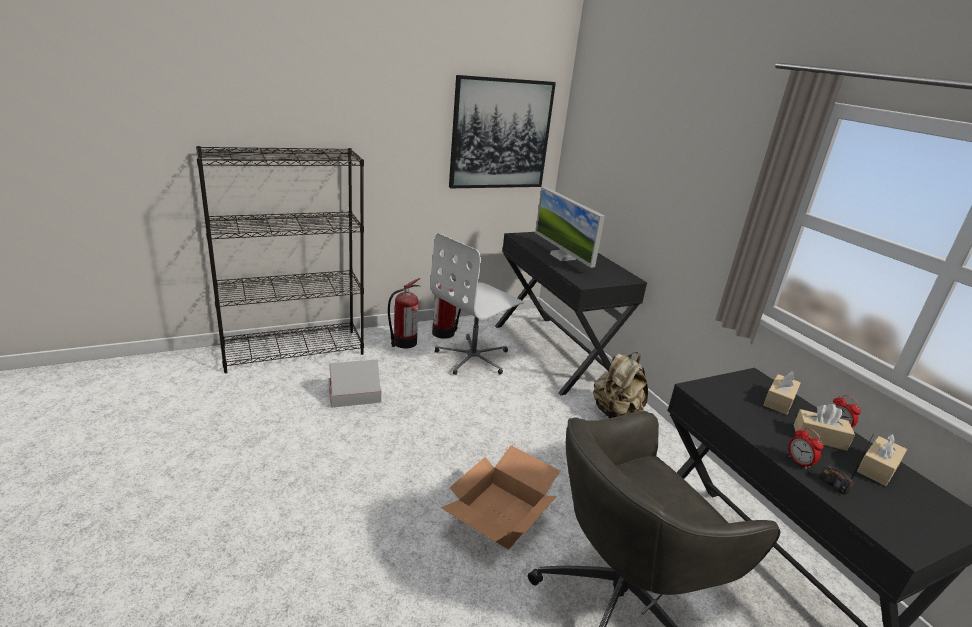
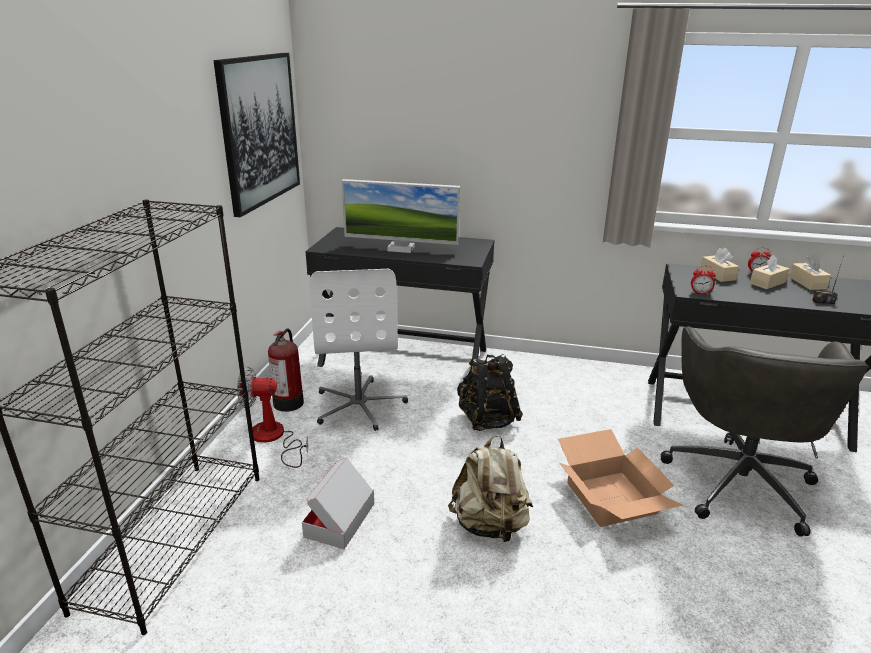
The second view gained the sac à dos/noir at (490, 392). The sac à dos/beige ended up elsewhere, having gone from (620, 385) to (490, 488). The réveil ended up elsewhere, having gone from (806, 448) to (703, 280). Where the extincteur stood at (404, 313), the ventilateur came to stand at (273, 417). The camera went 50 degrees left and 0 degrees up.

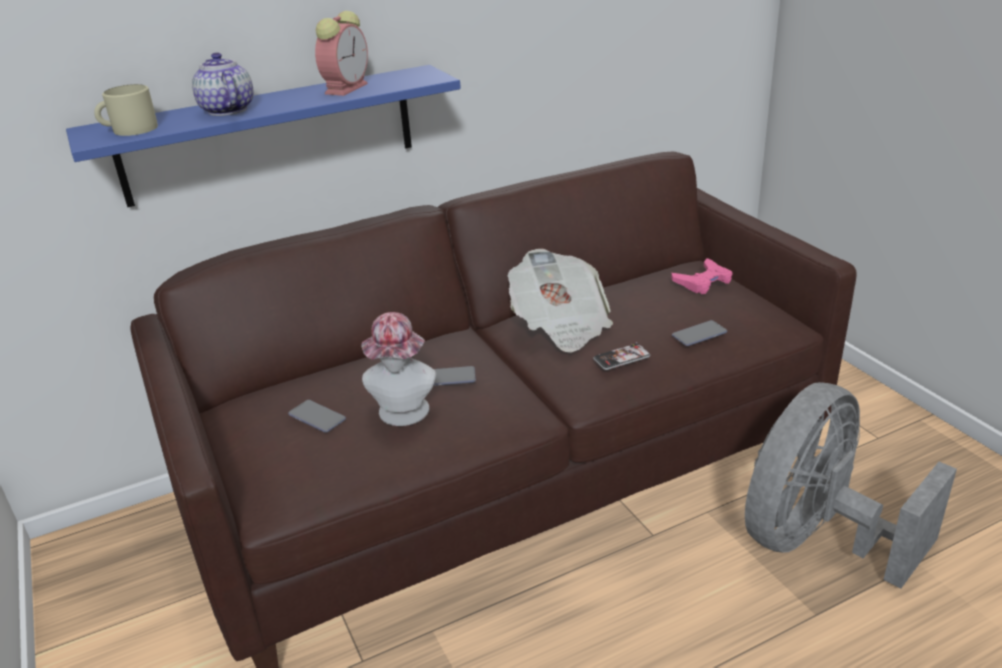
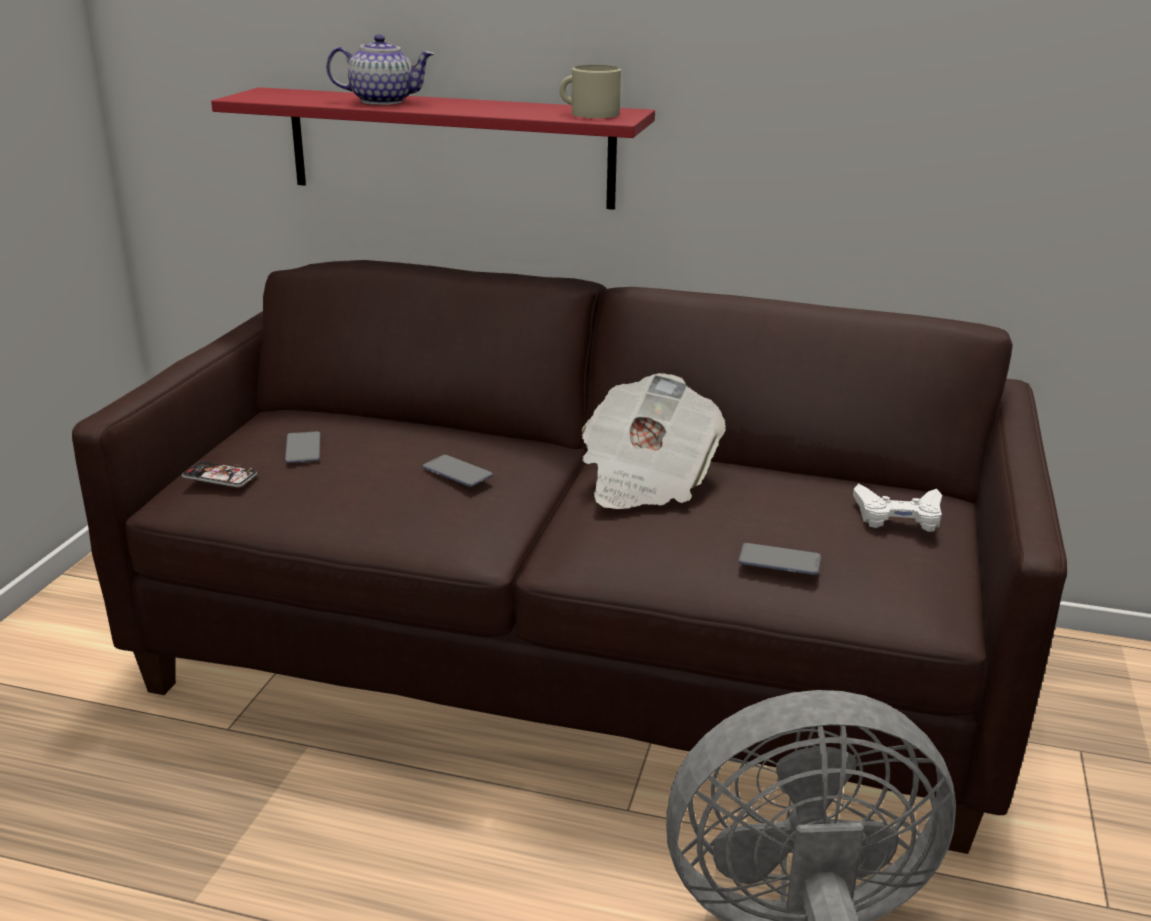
The second view lost the réveil at (341, 53). The second view lost the chapeau at (398, 369). The mug/beige ended up elsewhere, having gone from (126, 110) to (590, 91). The téléphone ended up elsewhere, having gone from (621, 356) to (219, 474). What was the étagère/bleu at (263, 136) turned into the étagère/rouge at (433, 148). What was the manette/rose at (701, 276) turned into the manette/blanc at (897, 507). The théière at (223, 84) ended up facing another way, 75 degrees clockwise from before. The camera went 40 degrees right and 5 degrees down.

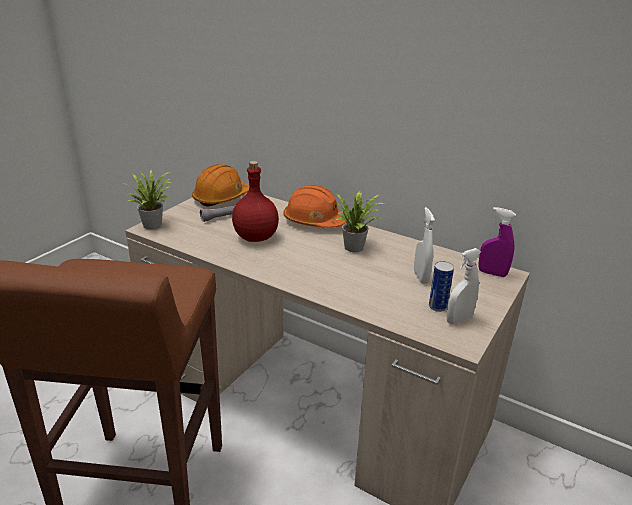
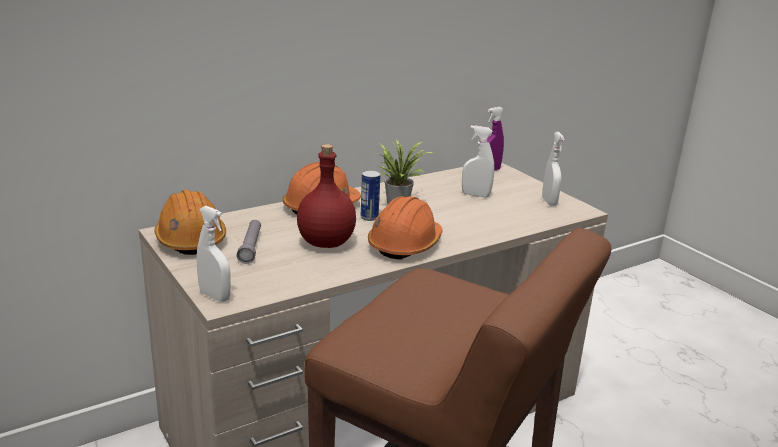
The second view gained the casque de chantier/orange at (405, 227). The boîte métallique ended up elsewhere, having gone from (441, 286) to (370, 195). Where the plante en pot stood at (148, 200), the vaporisateur/blanc came to stand at (214, 254). The camera went 65 degrees left and 5 degrees down.

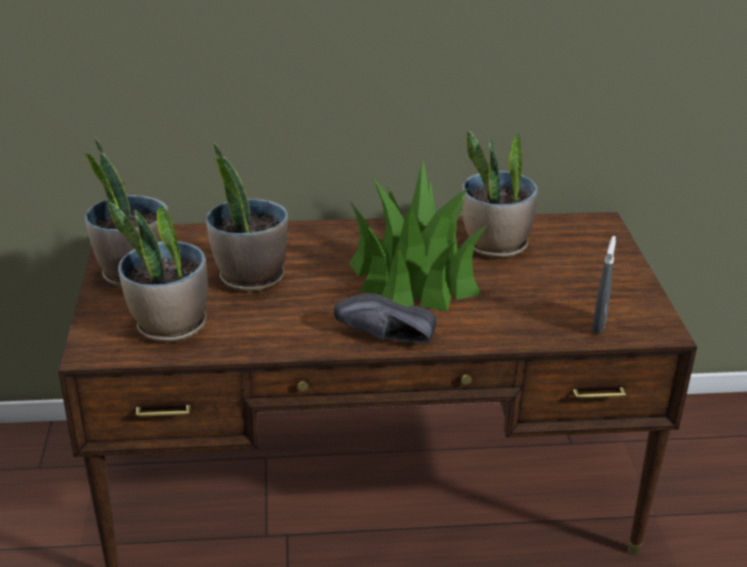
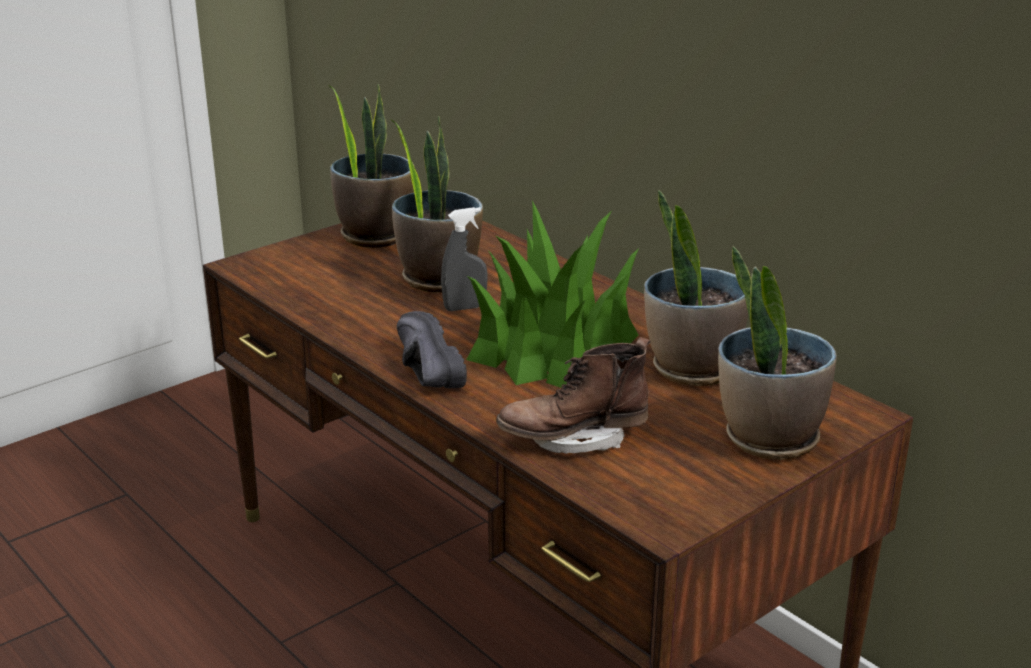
The second view gained the botte/marron at (573, 395). The plante en pot ended up elsewhere, having gone from (158, 272) to (777, 353). The vaporisateur/gris ended up elsewhere, having gone from (604, 285) to (464, 259). The camera went 55 degrees right and 5 degrees down.

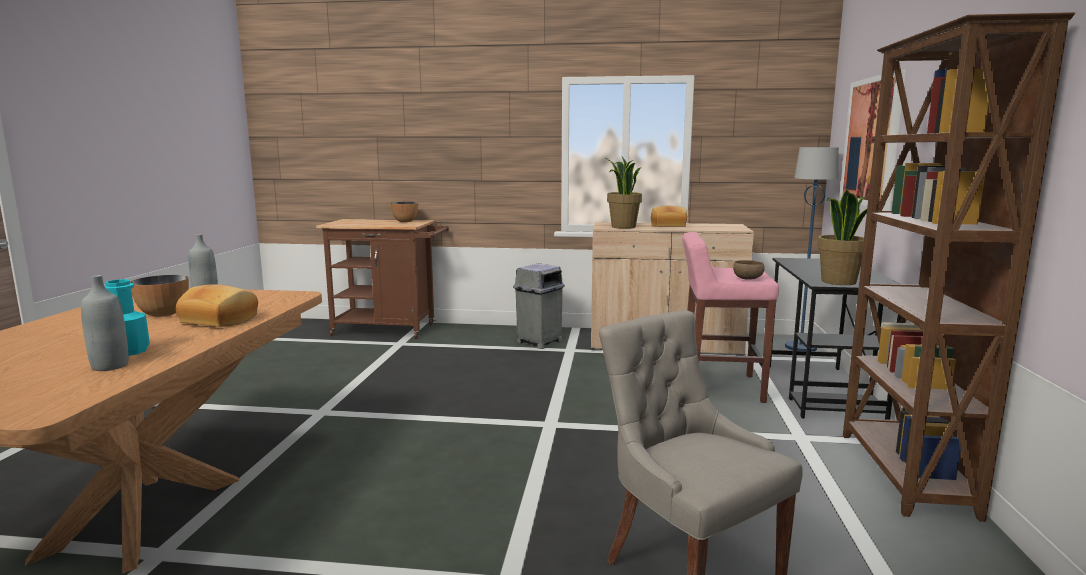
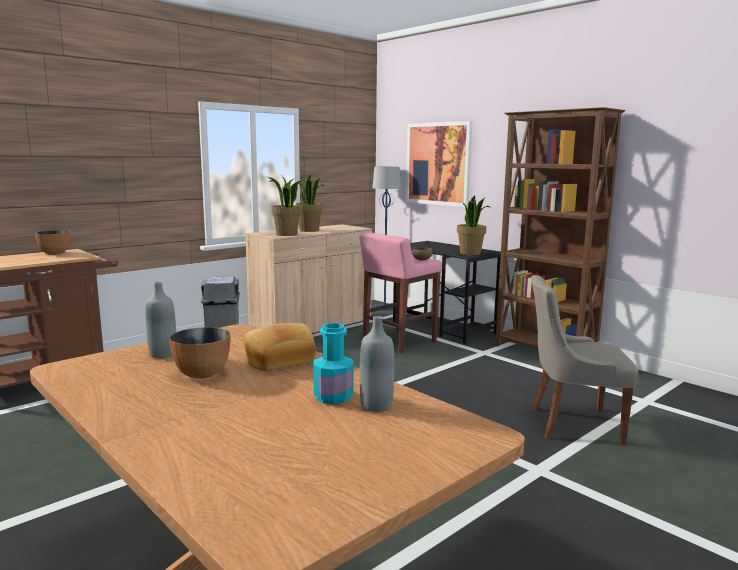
Where the pain stood at (669, 216), the plante en pot came to stand at (310, 203). The camera went 50 degrees left and 0 degrees up.

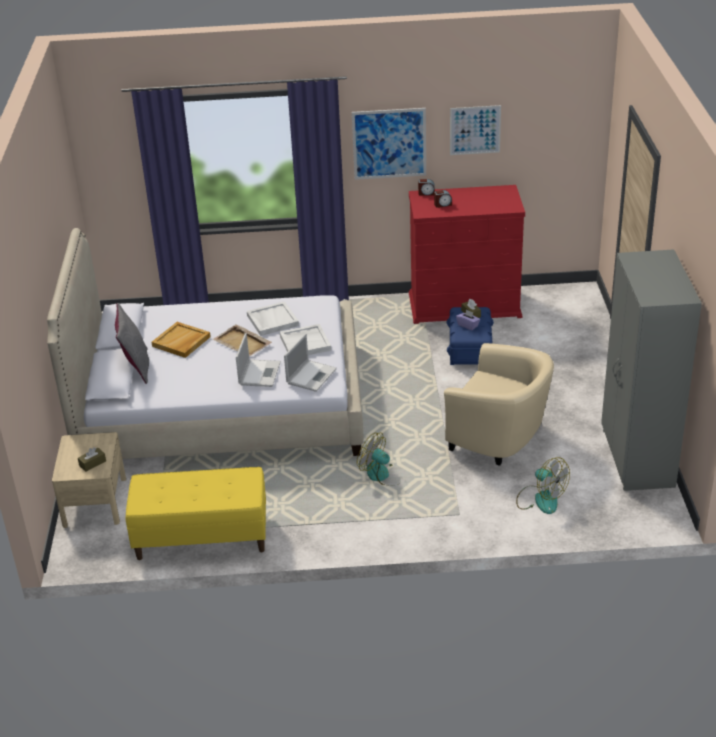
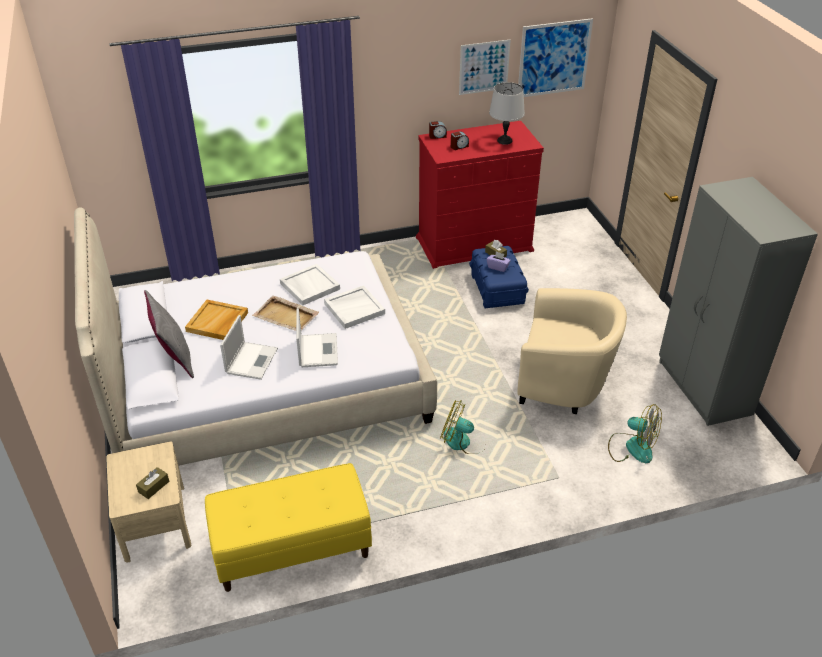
The second view gained the lampe de table/gris at (507, 113). The ordinateur portable ended up elsewhere, having gone from (310, 363) to (249, 347). The tableau ended up elsewhere, having gone from (389, 144) to (555, 57). The camera went 15 degrees left and 5 degrees up.

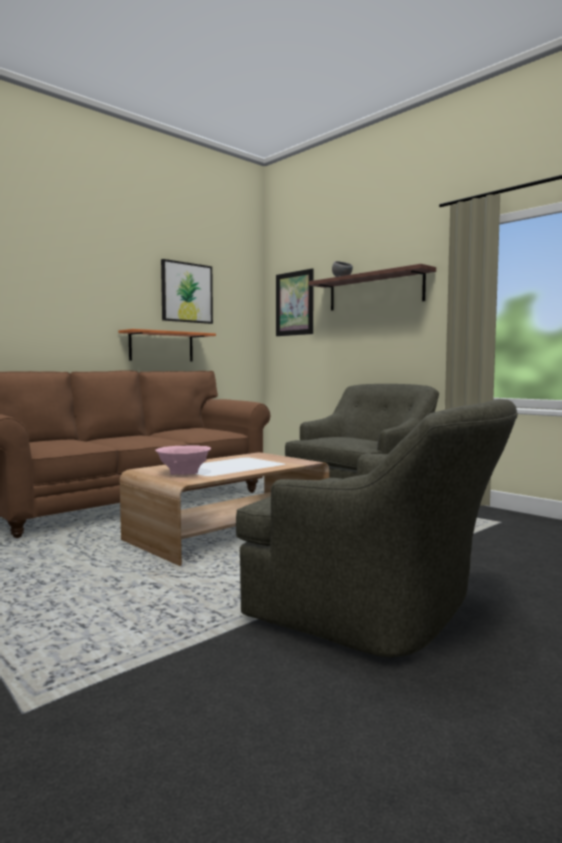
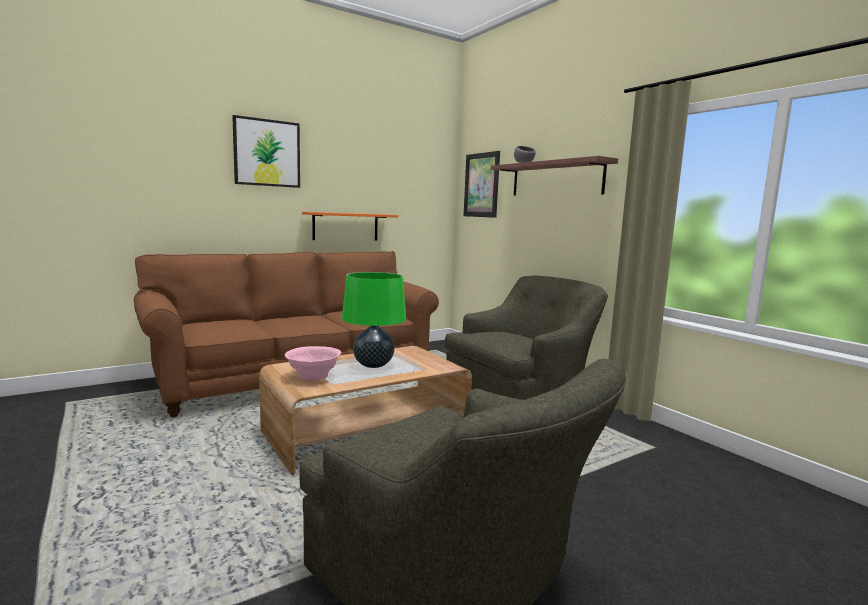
The second view gained the lampe de table/vert at (374, 320). The tableau ended up elsewhere, having gone from (187, 291) to (266, 151). The camera went 10 degrees right and 5 degrees up.

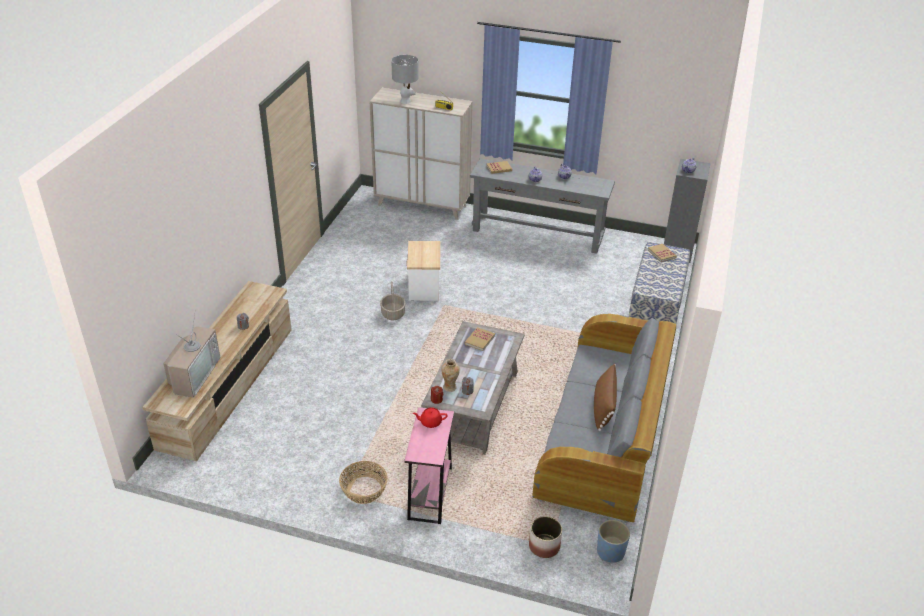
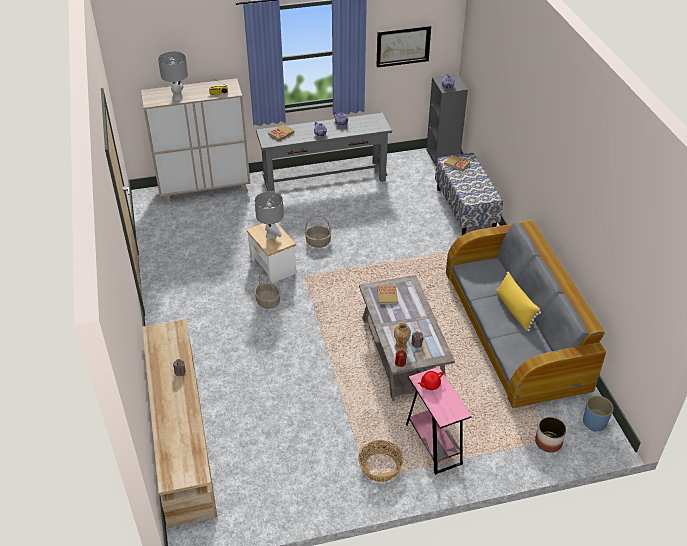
The second view lost the téléviseur at (191, 356). The second view gained the lampe de table/gris at (269, 215). The second view gained the panier at (318, 232). The second view gained the tableau at (403, 46). What was the coussin/marron at (605, 397) turned into the coussin/jaune at (519, 301). The camera went 30 degrees left and 5 degrees up.

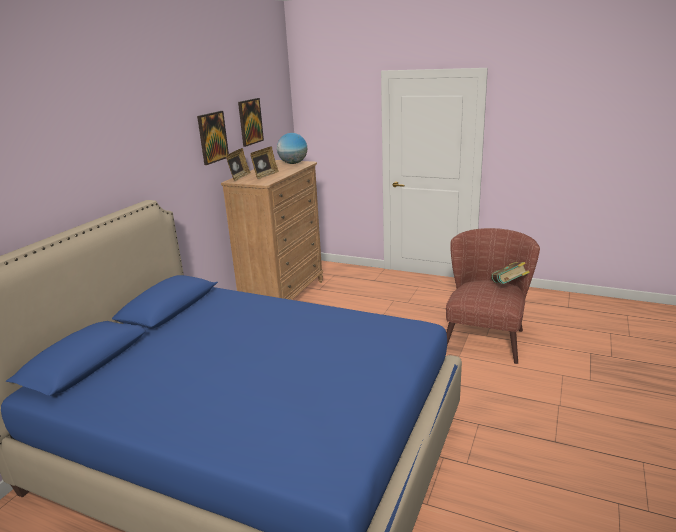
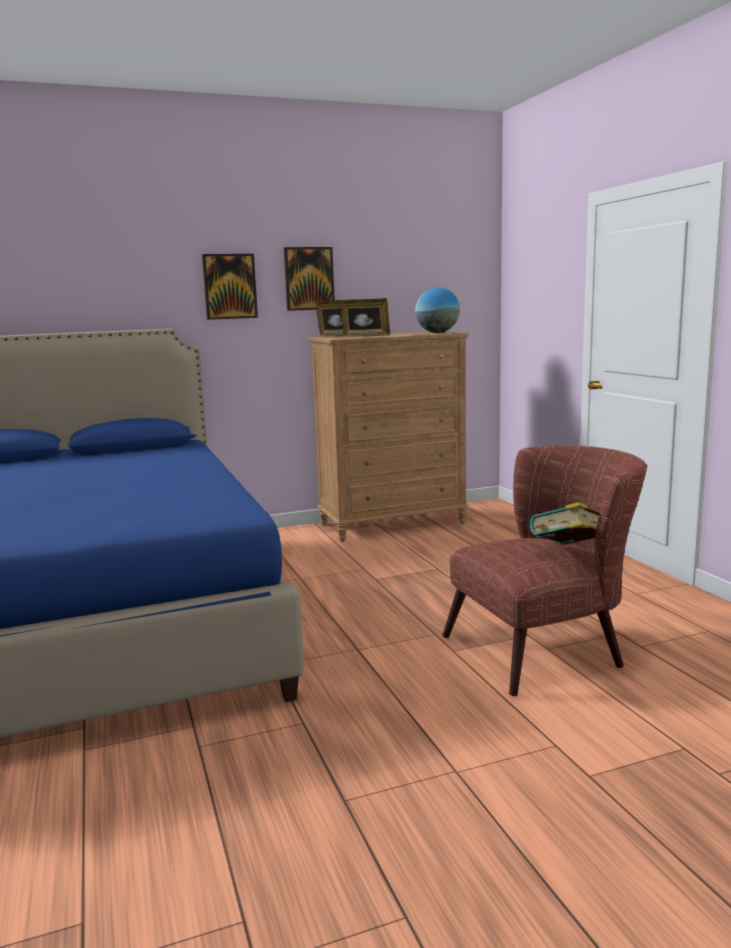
The tableau ended up elsewhere, having gone from (251, 122) to (230, 287). The camera went 45 degrees right and 10 degrees down.

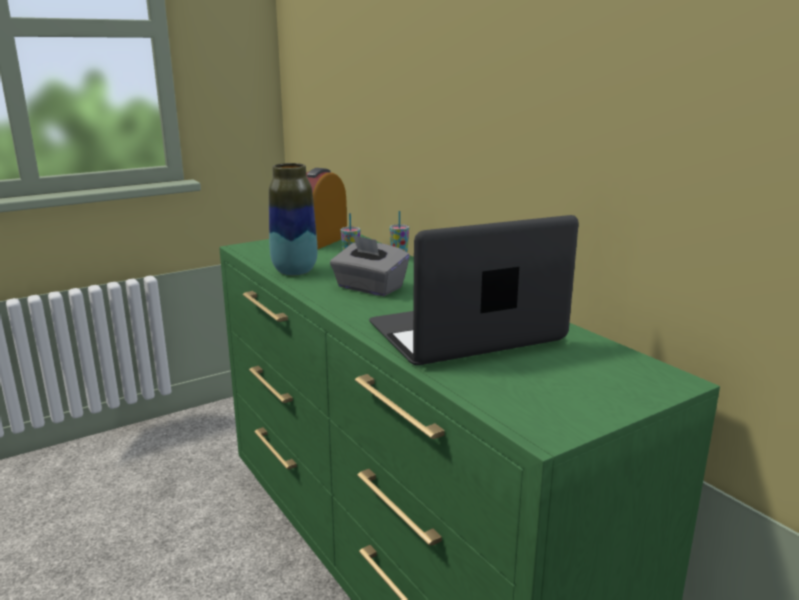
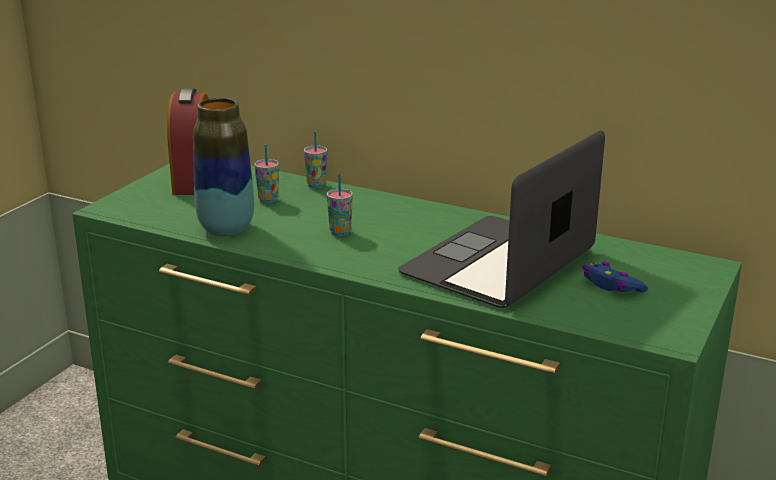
The second view gained the manette/bleu at (615, 277). Where the boîte à mouchoirs/gris stood at (370, 265), the tasse came to stand at (340, 204). The camera went 30 degrees left and 5 degrees up.

